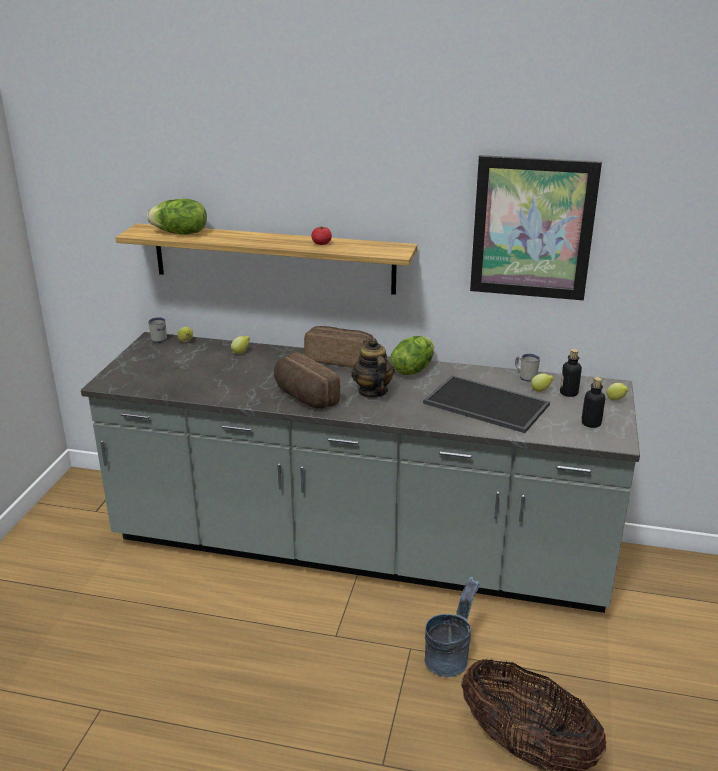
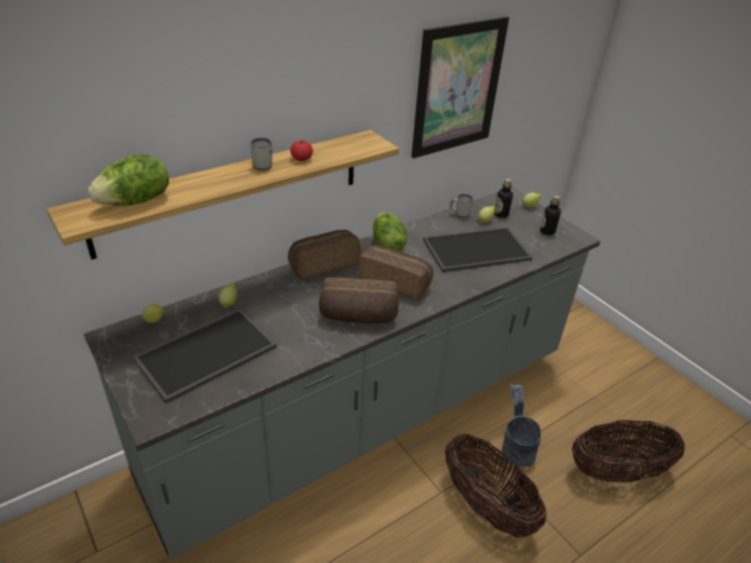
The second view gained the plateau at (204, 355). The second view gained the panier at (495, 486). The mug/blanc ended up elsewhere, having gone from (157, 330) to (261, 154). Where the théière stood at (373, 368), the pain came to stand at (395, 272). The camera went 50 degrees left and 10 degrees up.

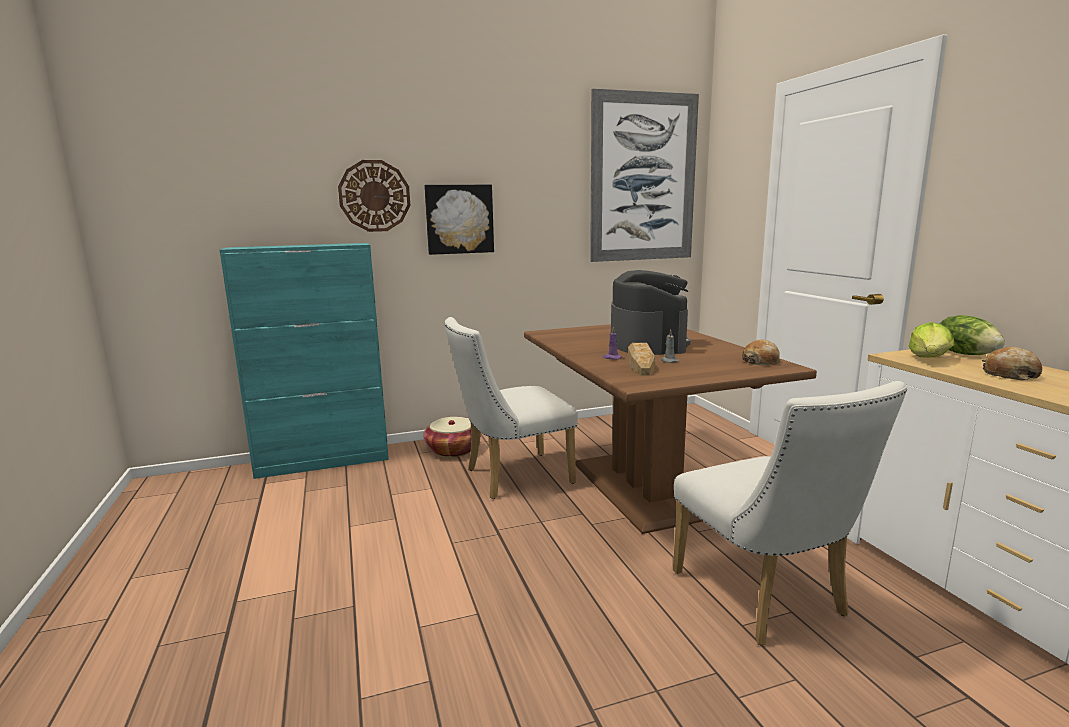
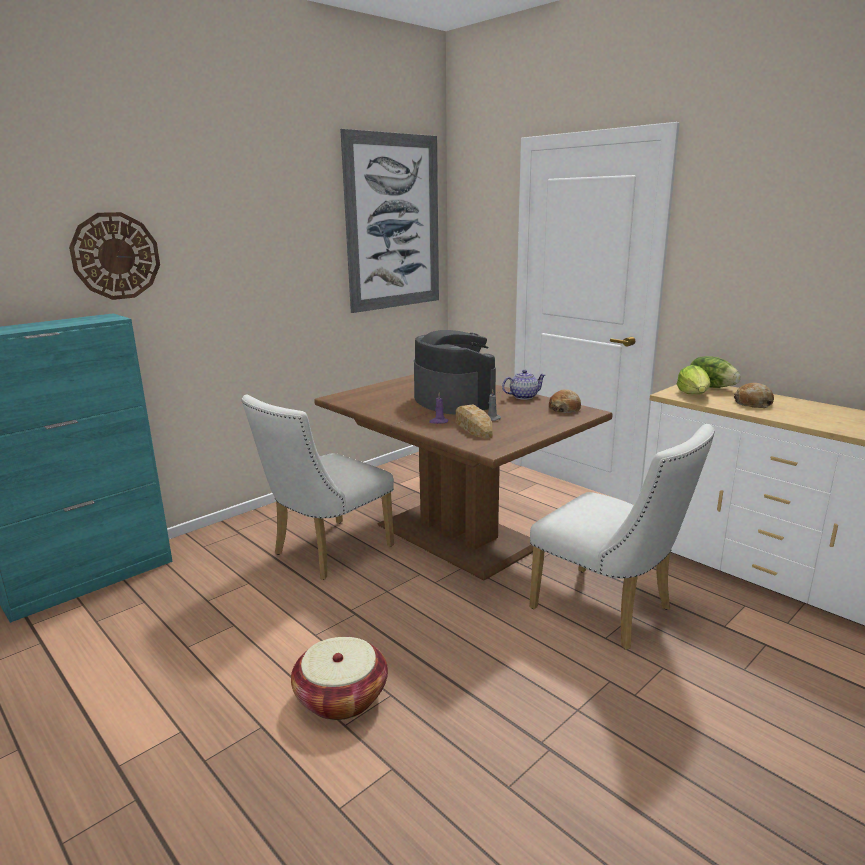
The second view lost the tableau at (459, 220). The second view gained the théière at (524, 385). The panier ended up elsewhere, having gone from (447, 437) to (339, 678). The camera went 25 degrees left and 5 degrees up.

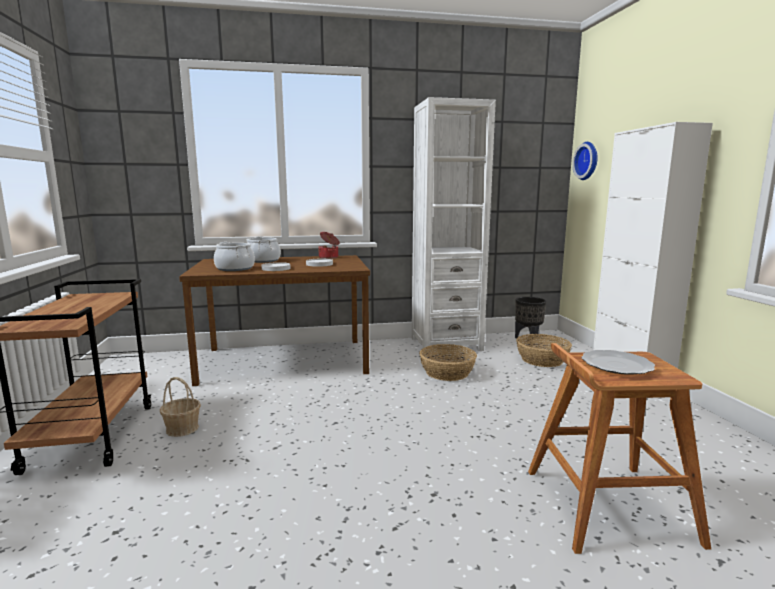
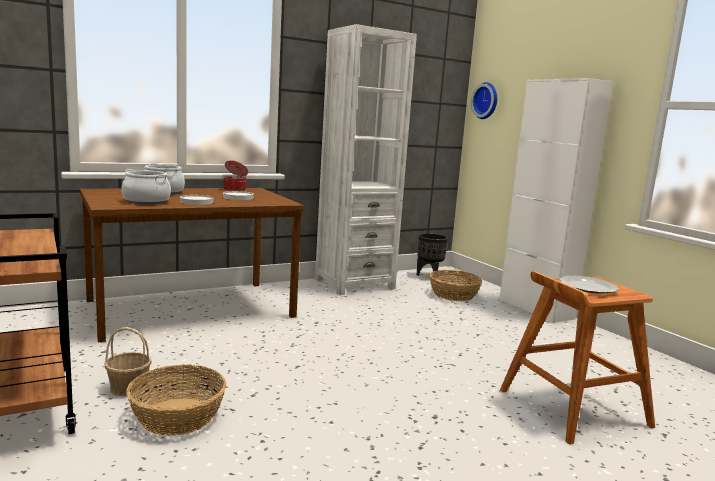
The panier ended up elsewhere, having gone from (448, 362) to (176, 400). The camera went 20 degrees left and 0 degrees up.

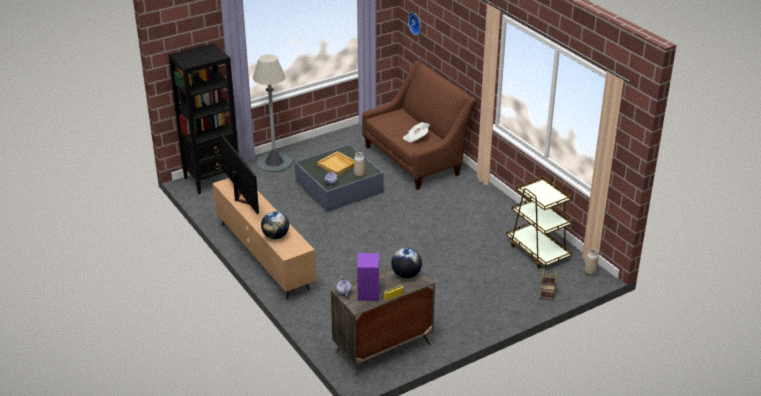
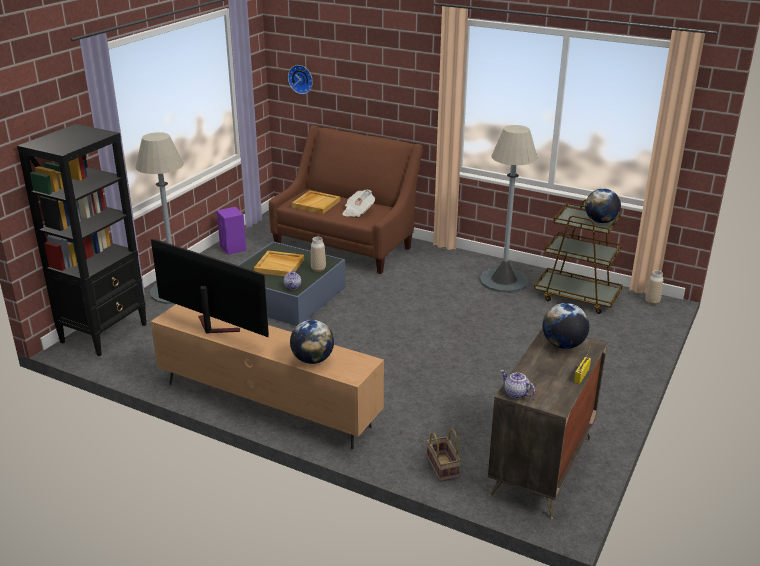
The second view gained the plateau/beige at (316, 202). The second view gained the lampadaire/gris at (508, 209). The second view gained the globe at (603, 205). The enceinte/violet ended up elsewhere, having gone from (368, 277) to (231, 231). The panier ended up elsewhere, having gone from (548, 284) to (444, 455). The camera went 30 degrees left and 5 degrees down.

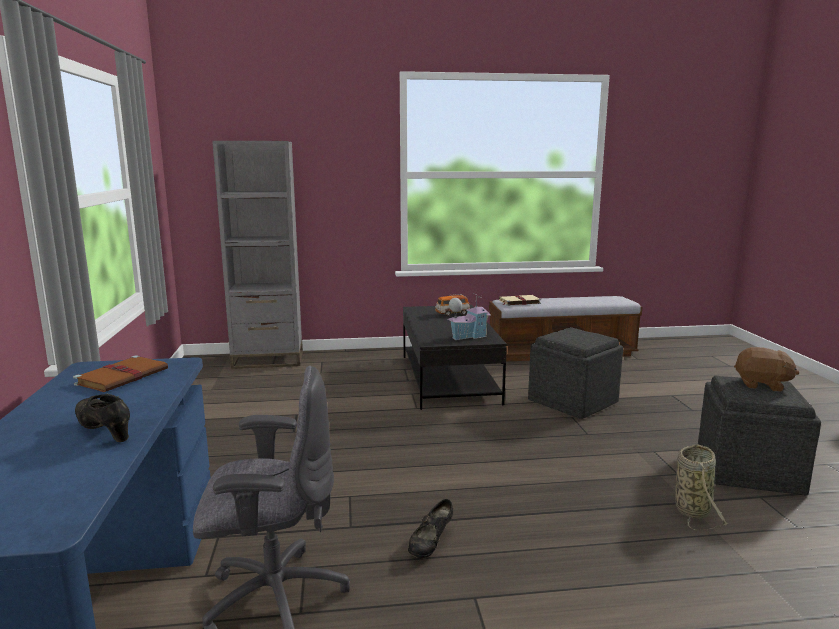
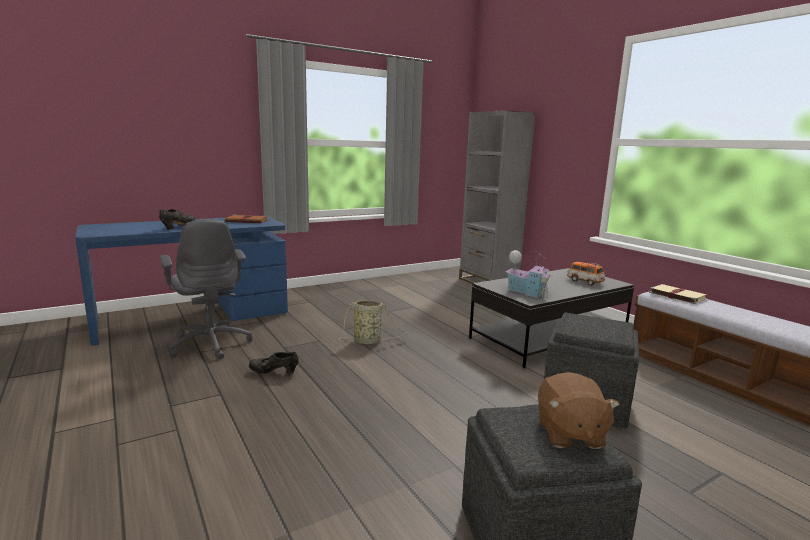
The panier ended up elsewhere, having gone from (701, 487) to (373, 322). The camera went 65 degrees right and 0 degrees up.

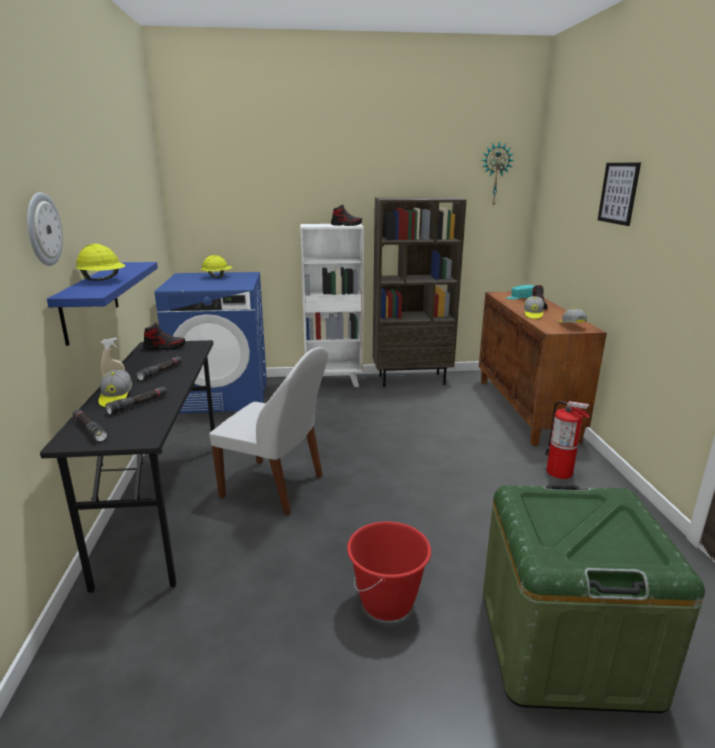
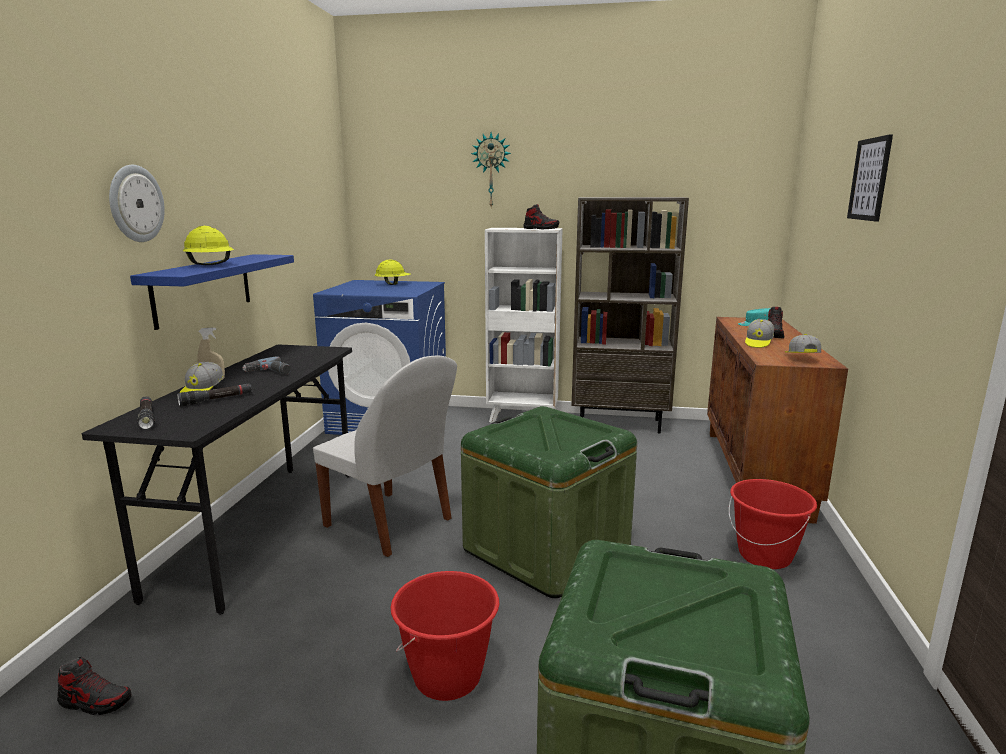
The second view gained the boîte de rangement/vert at (549, 502). The chaussure ended up elsewhere, having gone from (164, 336) to (94, 685). The horloge murale ended up elsewhere, having gone from (498, 174) to (491, 169). Where the lampe de poche/noir stood at (159, 368), the perceuse came to stand at (266, 365). Where the extincteur stood at (567, 440), the seau/rouge came to stand at (773, 524). The camera went 15 degrees right and 5 degrees down.

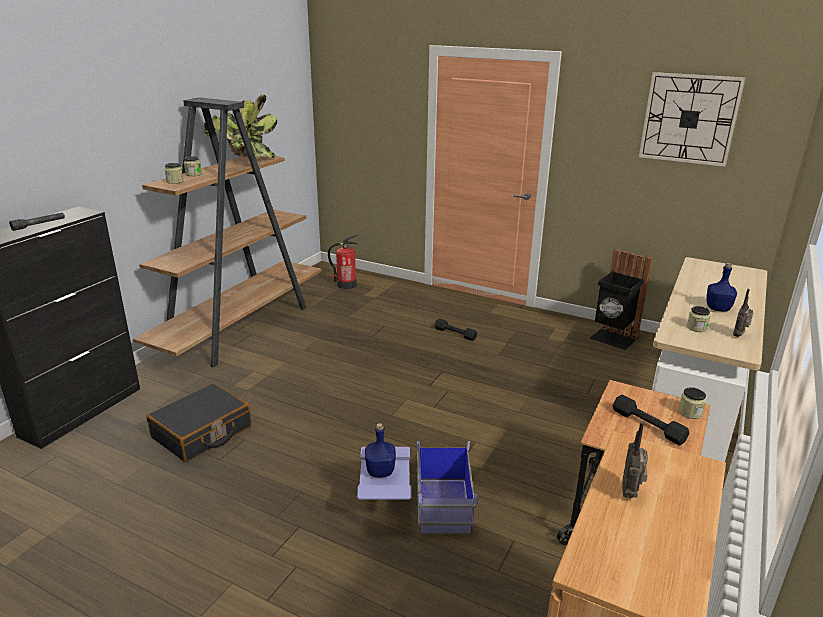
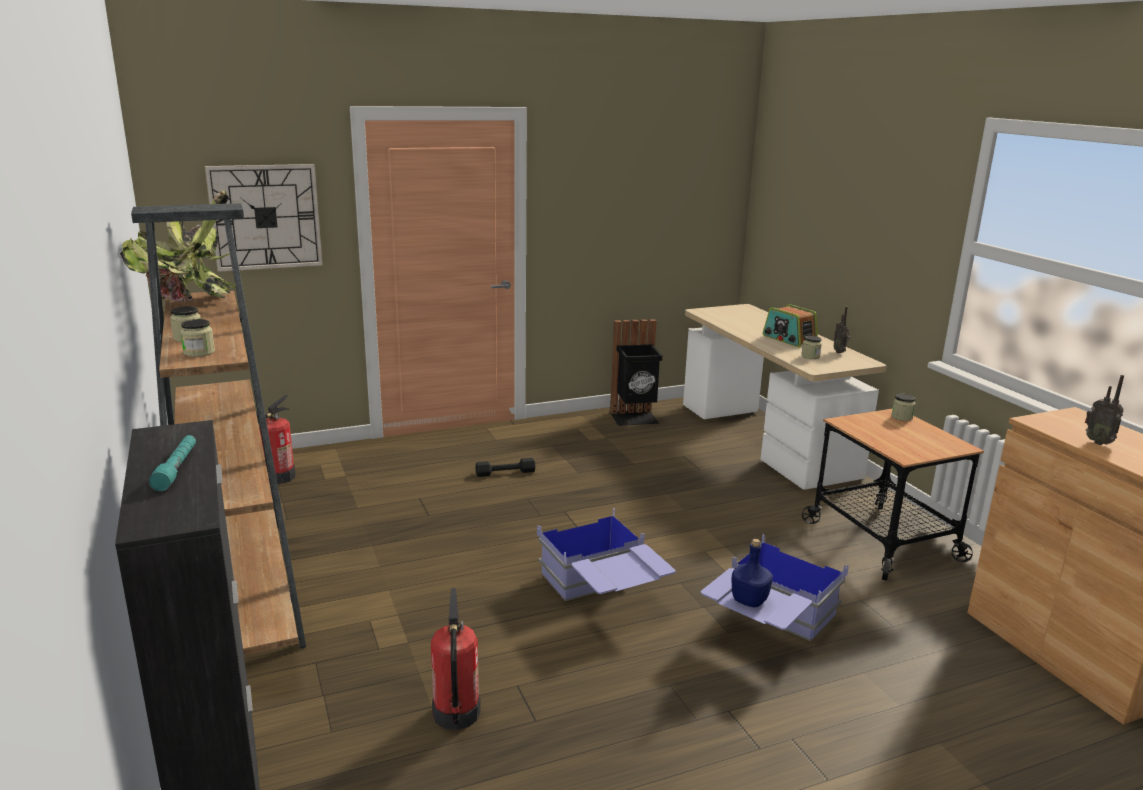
The second view lost the haltère/noir at (651, 420). The second view gained the boîte de rangement/bleu at (606, 554). The horloge murale ended up elsewhere, having gone from (692, 119) to (264, 218). Where the valise/noir stood at (199, 422), the extincteur came to stand at (455, 659). Where the bouteille/bleu stood at (721, 287), the radio came to stand at (790, 325). What was the lampe de poche/gris at (37, 222) turned into the lampe de poche/turquoise at (172, 463). The camera went 50 degrees left and 5 degrees down.

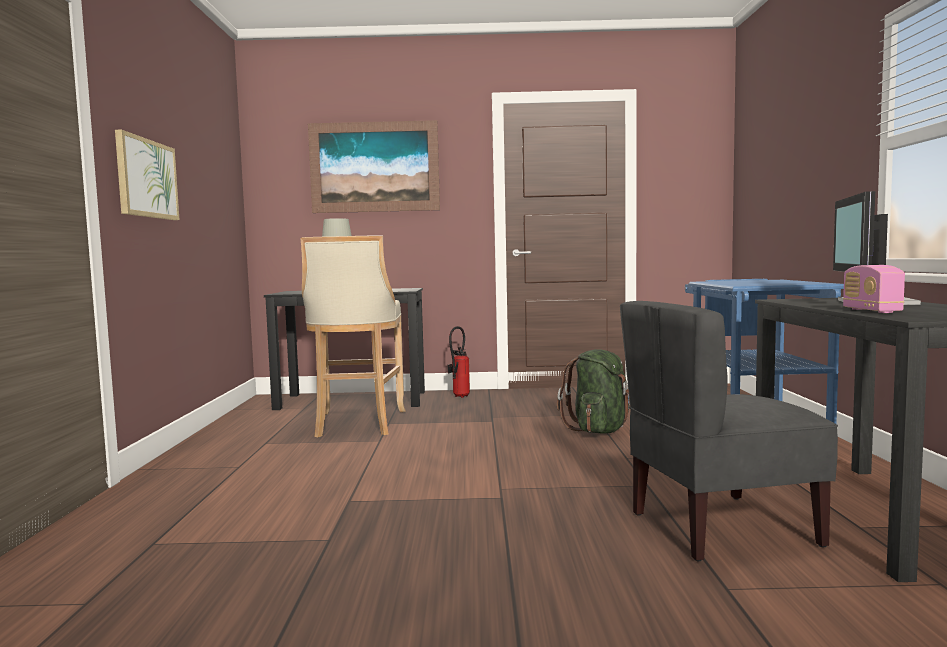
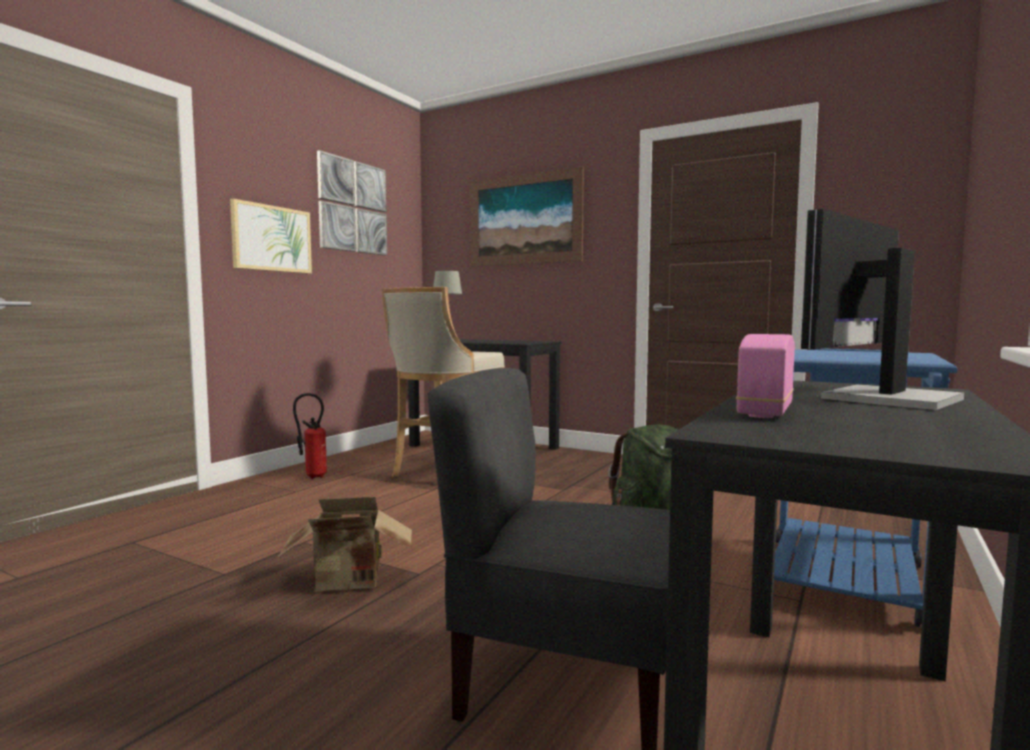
The second view gained the carton at (345, 544). The second view gained the tableau at (352, 203). The extincteur ended up elsewhere, having gone from (459, 362) to (310, 436). The camera went 30 degrees right and 0 degrees up.

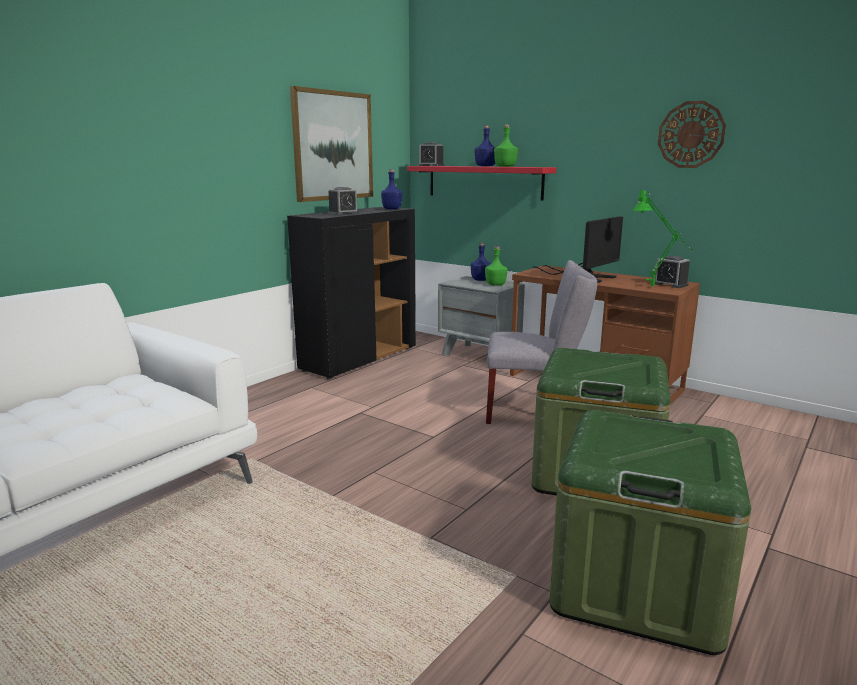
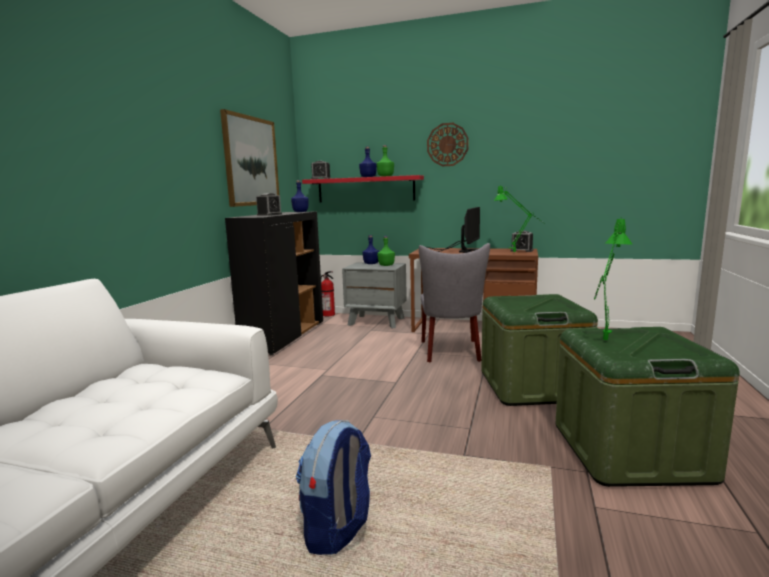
The second view gained the sac à dos at (333, 487). The second view gained the extincteur at (328, 293). The second view gained the lampe de table/vert at (613, 279). The horloge murale ended up elsewhere, having gone from (692, 134) to (448, 144). The chaise/gris at (541, 342) ended up facing another way, 105 degrees clockwise from before. The camera went 20 degrees left and 5 degrees down.

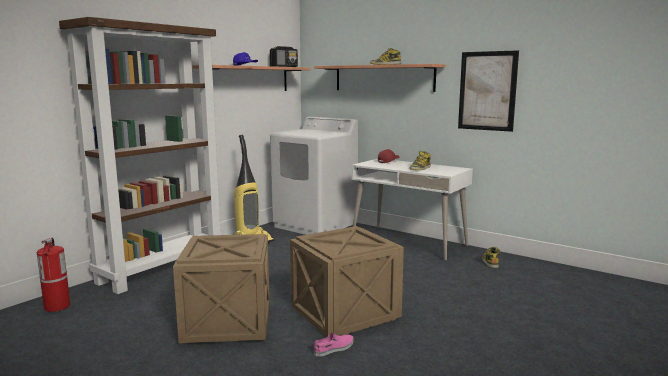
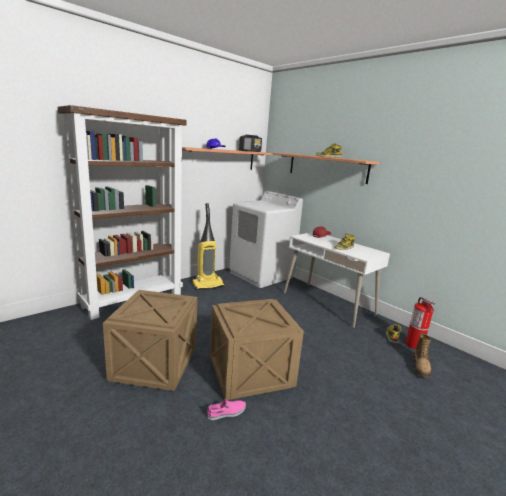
The second view lost the tableau at (488, 91). The second view gained the botte at (422, 355). The extincteur ended up elsewhere, having gone from (53, 275) to (420, 323). The camera went 10 degrees right and 5 degrees up.

